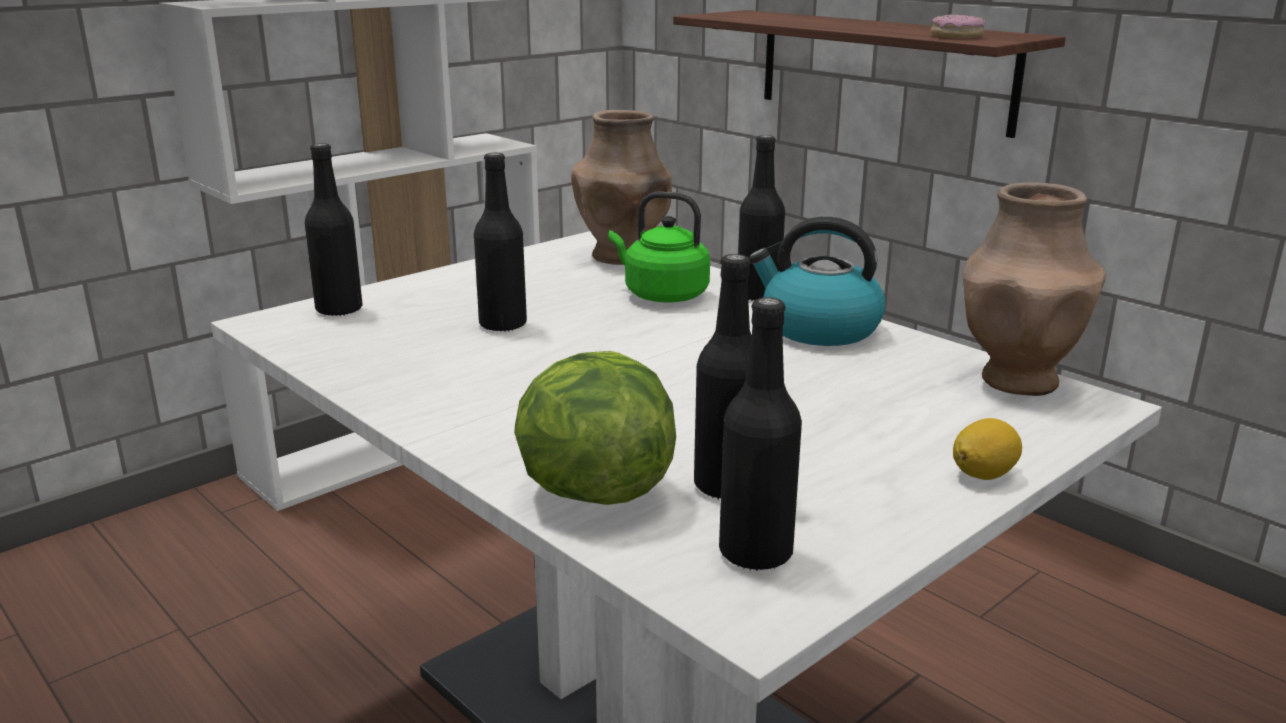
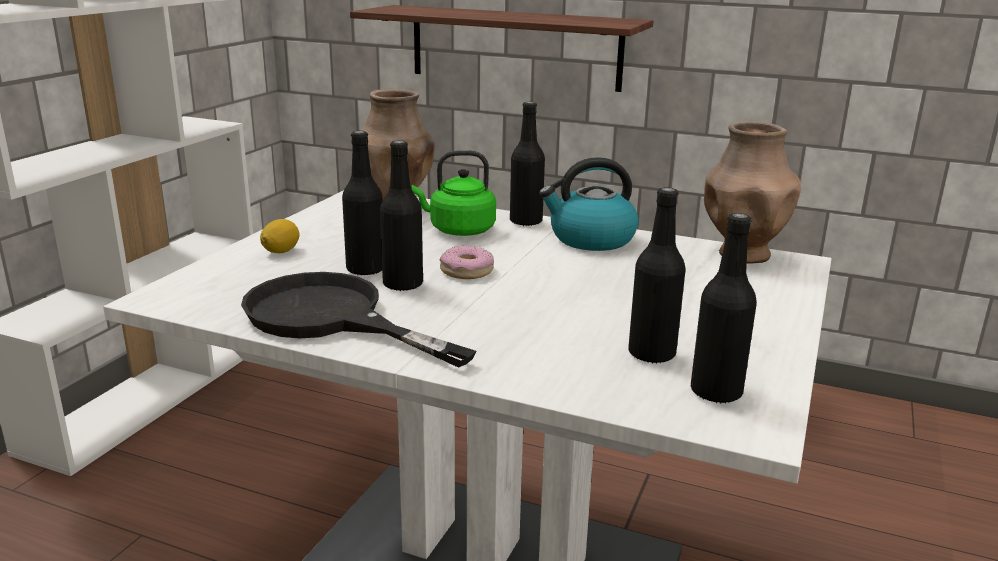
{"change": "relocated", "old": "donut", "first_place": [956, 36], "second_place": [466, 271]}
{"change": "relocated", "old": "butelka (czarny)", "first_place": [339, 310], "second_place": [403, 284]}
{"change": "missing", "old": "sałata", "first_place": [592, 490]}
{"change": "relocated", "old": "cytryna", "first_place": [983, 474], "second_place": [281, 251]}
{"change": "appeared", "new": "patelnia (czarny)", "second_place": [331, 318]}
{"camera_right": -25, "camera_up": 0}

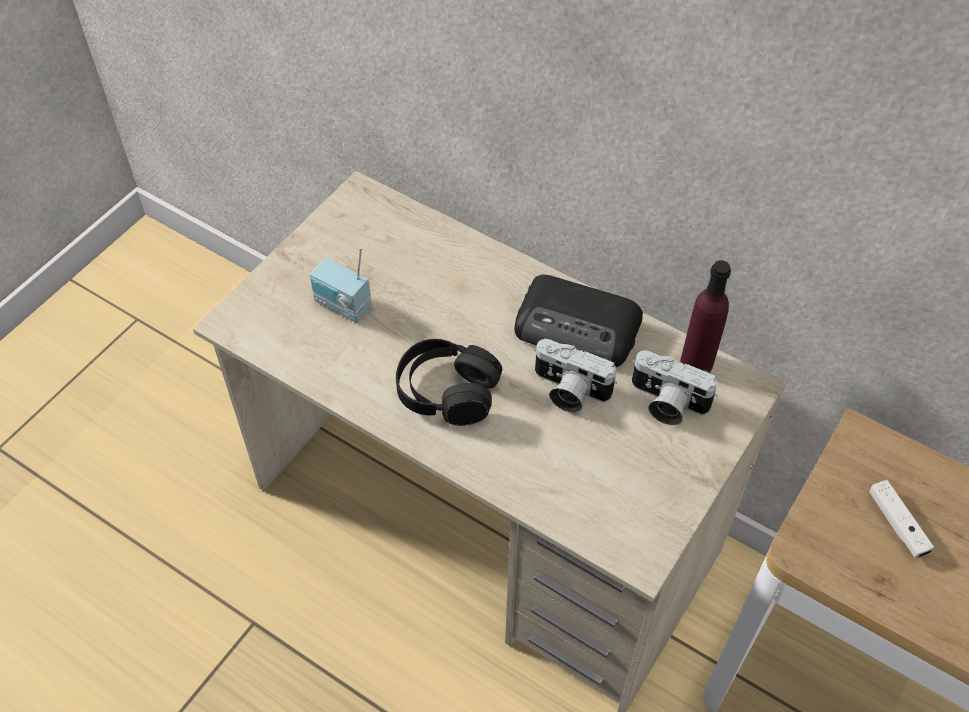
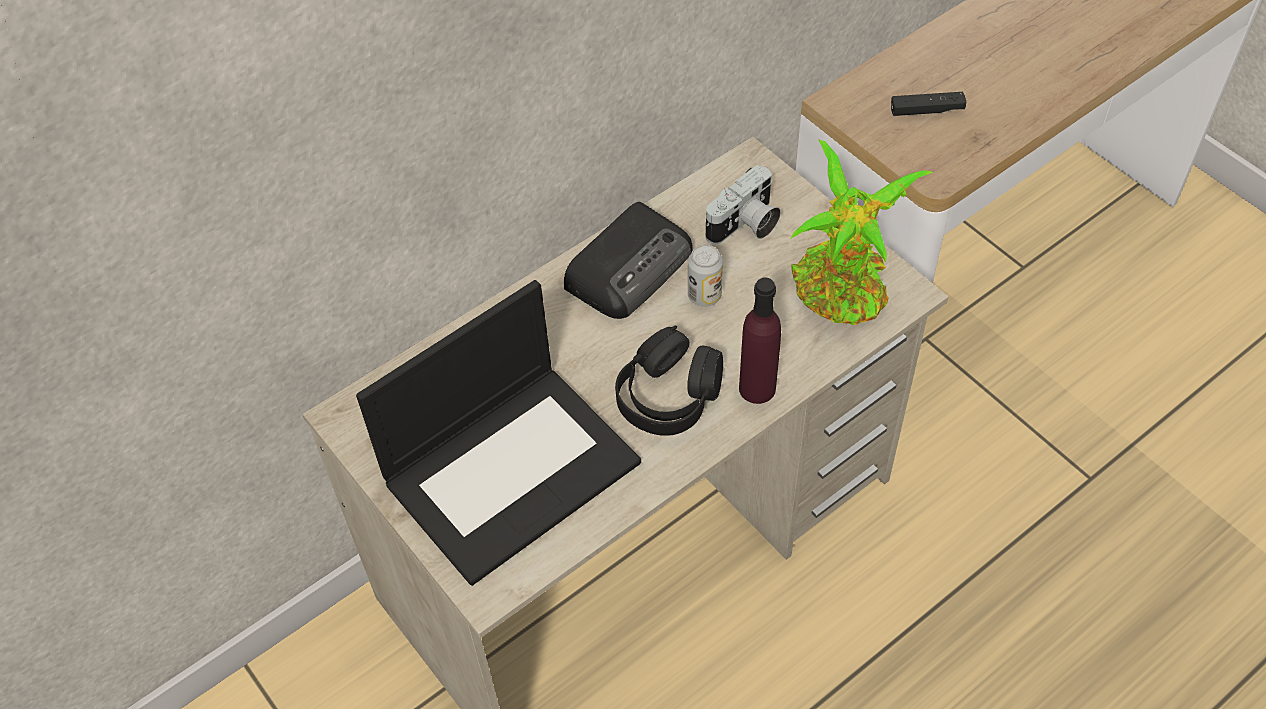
{"change": "exchanged", "old": "radio", "new": "laptop", "first_place": [342, 306], "second_place": [512, 469]}
{"change": "relocated", "old": "butelka (fioletowy)", "first_place": [696, 362], "second_place": [757, 388]}
{"change": "exchanged", "old": "aparat fotograficzny", "new": "puszka", "first_place": [568, 391], "second_place": [704, 295]}
{"change": "colour", "old": "pad do gier (biały)", "new": "pad do gier (czarny)", "first_place": [897, 524], "second_place": [926, 110]}
{"change": "appeared", "new": "roślina doniczkowa", "second_place": [842, 293]}
{"camera_right": -70, "camera_up": 0}

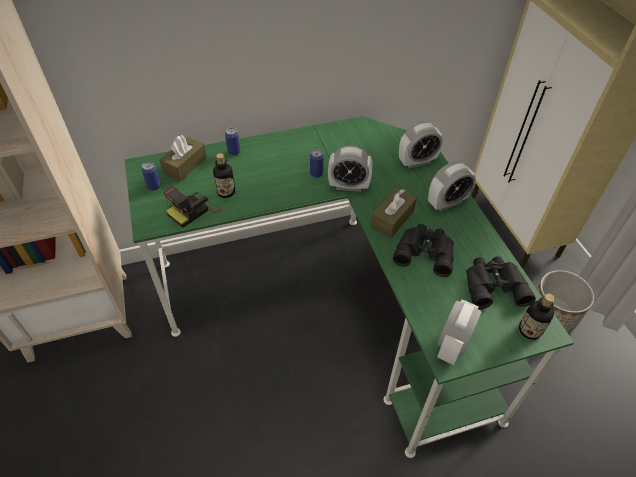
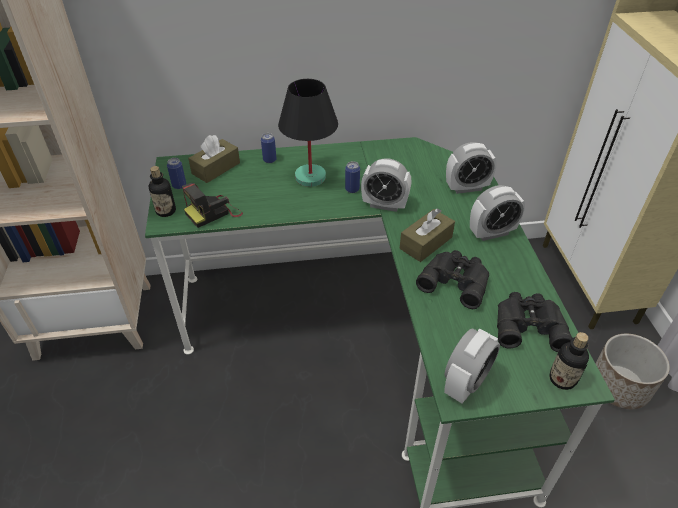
{"change": "relocated", "old": "butelka", "first_place": [226, 192], "second_place": [166, 211]}
{"change": "appeared", "new": "lampa stołowa (czarny)", "second_place": [309, 177]}
{"camera_right": 10, "camera_up": -5}

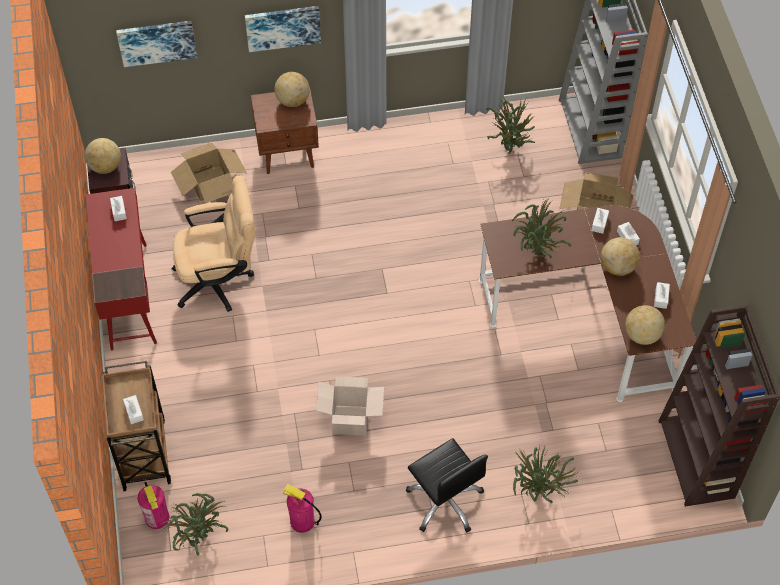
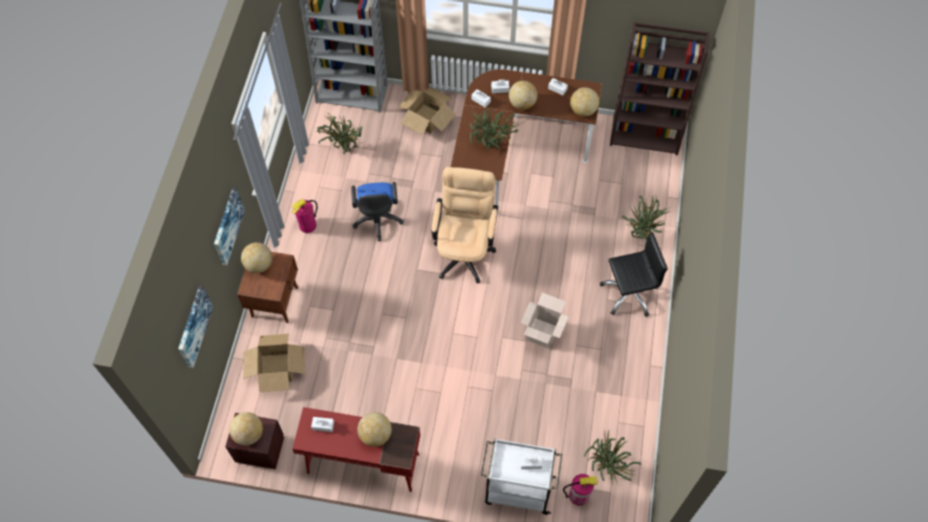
{"change": "relocated", "old": "krzesło biurowe (beżowy)", "first_place": [220, 280], "second_place": [464, 250]}
{"change": "colour", "old": "wózek (brązowy)", "new": "wózek (biały)", "first_place": [143, 452], "second_place": [517, 490]}
{"change": "relocated", "old": "gaśnica", "first_place": [302, 521], "second_place": [307, 225]}
{"change": "appeared", "new": "krzesło biurowe (niebieski)", "second_place": [377, 221]}
{"change": "appeared", "new": "globus", "second_place": [375, 435]}
{"camera_right": -70, "camera_up": 5}

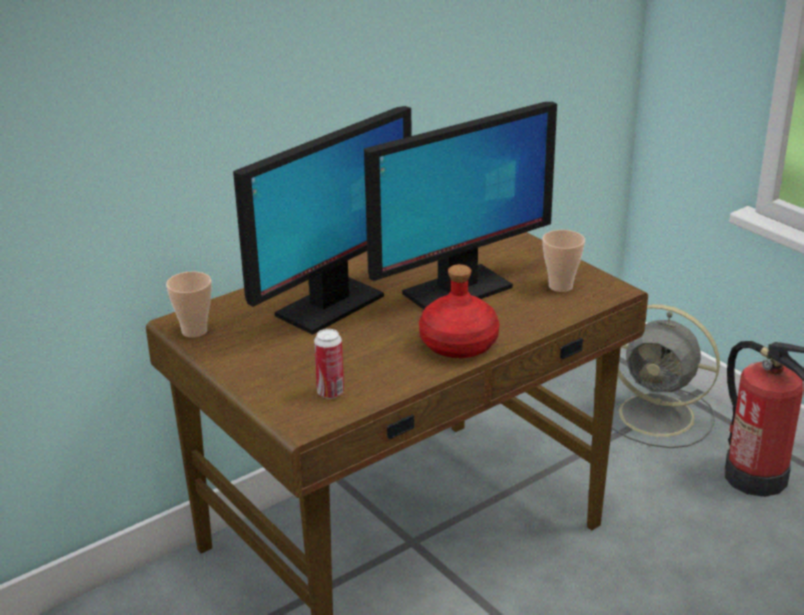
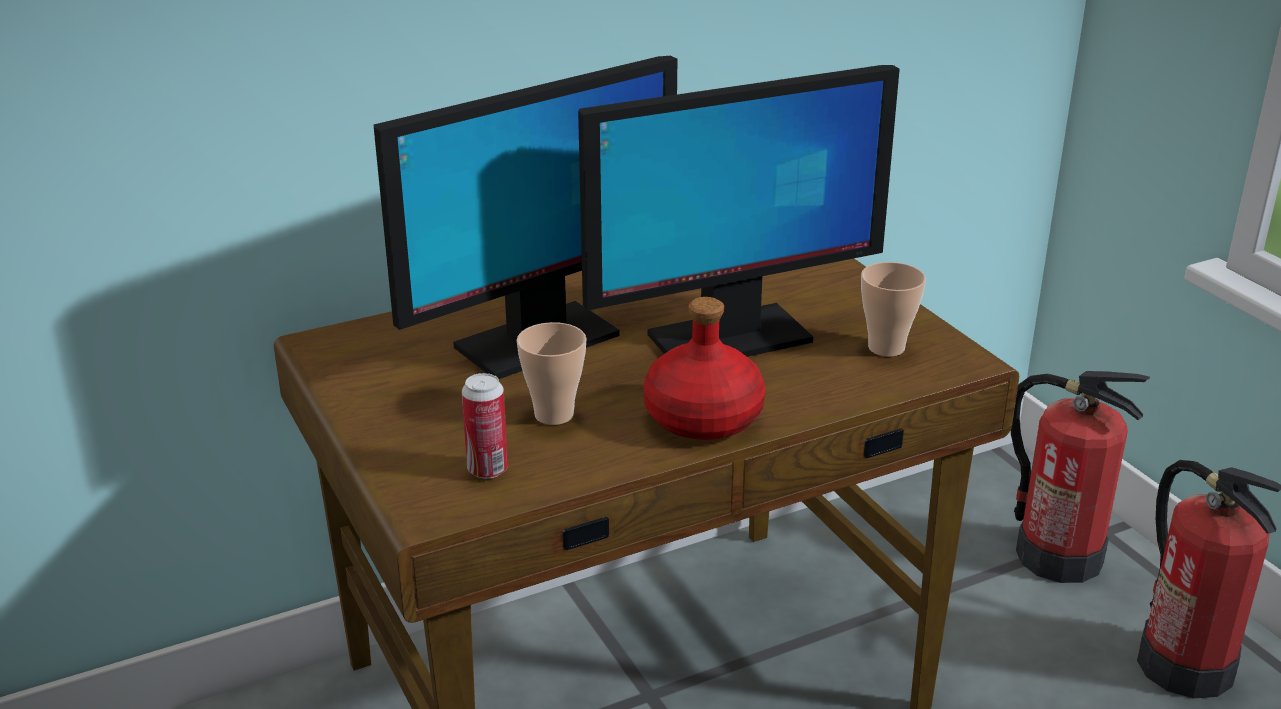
{"change": "relocated", "old": "filiżanka", "first_place": [194, 331], "second_place": [554, 414]}
{"change": "exchanged", "old": "wentylator (szary)", "new": "gaśnica", "first_place": [660, 416], "second_place": [1057, 555]}
{"camera_right": 10, "camera_up": 0}

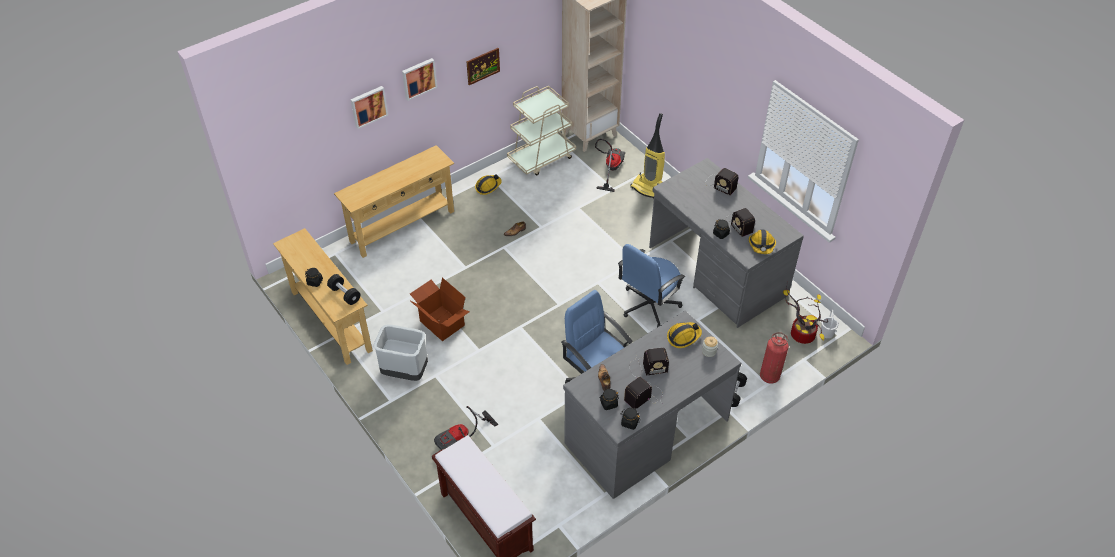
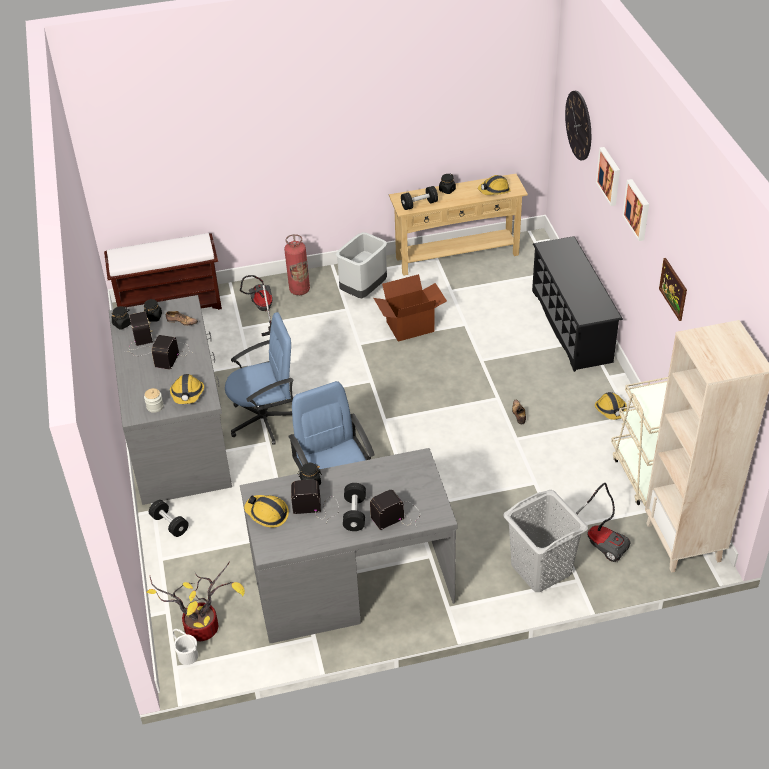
{"change": "exchanged", "old": "odkurzacz", "new": "kosz na pranie (szary)", "first_place": [649, 188], "second_place": [540, 569]}
{"change": "exchanged", "old": "stolik konsolowy (beżowy)", "new": "regał na buty (czarny)", "first_place": [402, 226], "second_place": [571, 326]}
{"change": "relocated", "old": "gaśnica", "first_place": [769, 376], "second_place": [299, 290]}
{"change": "appeared", "new": "zegar ścienny", "second_place": [579, 125]}
{"change": "appeared", "new": "kask", "second_place": [494, 191]}
{"change": "appeared", "new": "hantel (czarny)", "second_place": [354, 513]}
{"camera_right": 115, "camera_up": -5}

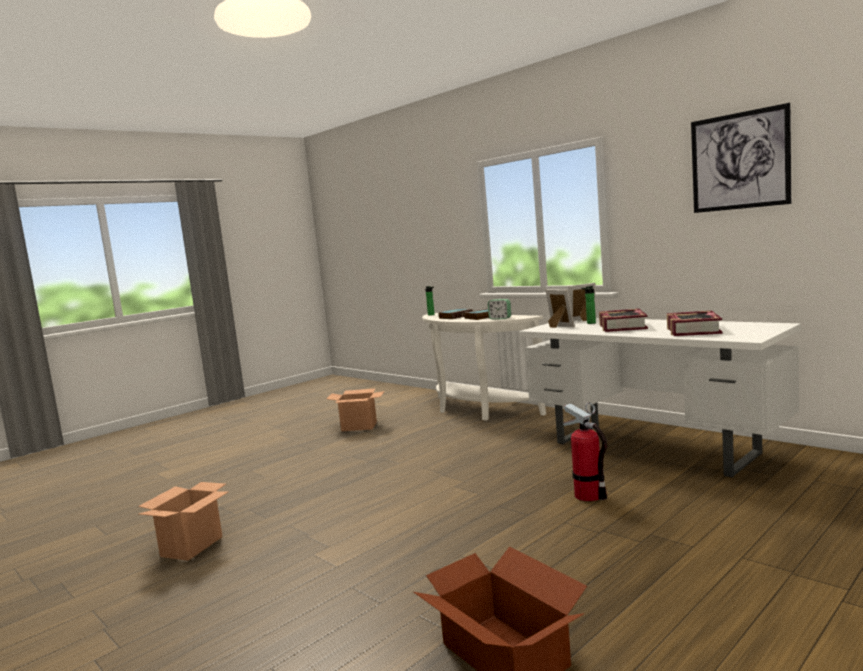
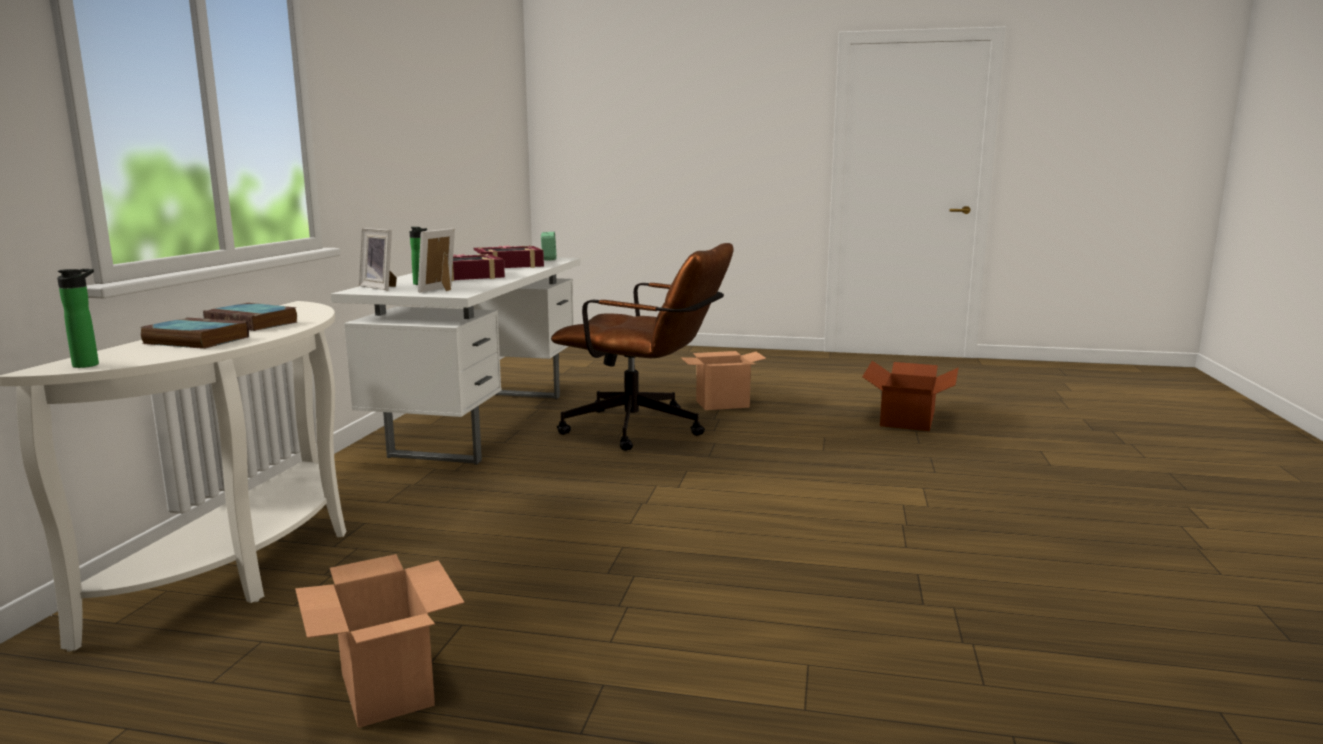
{"change": "missing", "old": "obraz", "first_place": [739, 161]}
{"change": "relocated", "old": "budzik", "first_place": [500, 318], "second_place": [549, 259]}
{"change": "exchanged", "old": "gaśnica", "new": "krzesło biurowe (brązowy)", "first_place": [588, 495], "second_place": [645, 430]}
{"change": "relocated", "old": "karton", "first_place": [192, 546], "second_place": [722, 404]}
{"camera_right": -125, "camera_up": 5}

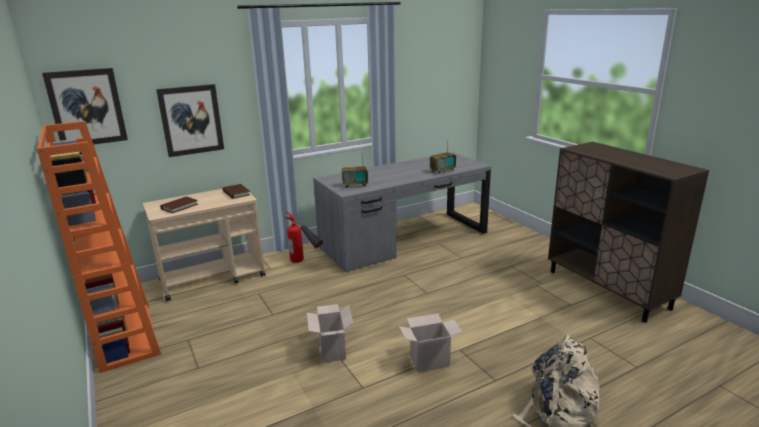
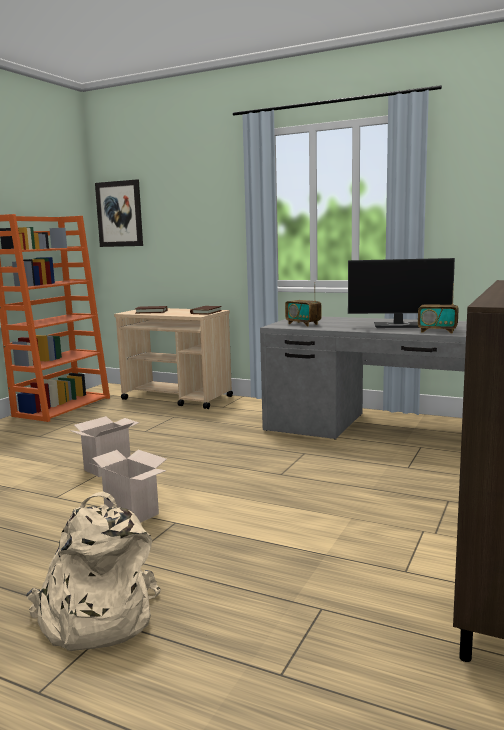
{"change": "missing", "old": "obraz", "first_place": [191, 120]}
{"change": "missing", "old": "gaśnica", "first_place": [305, 263]}
{"change": "appeared", "new": "monitor", "second_place": [399, 325]}
{"camera_right": 55, "camera_up": -10}

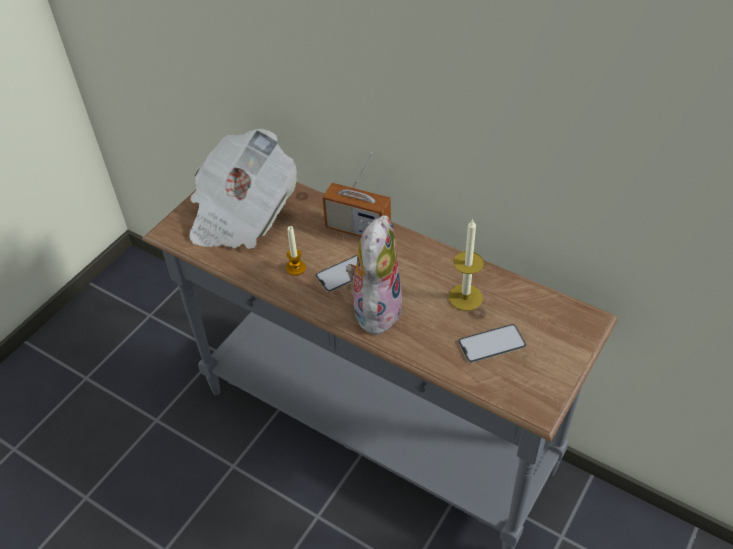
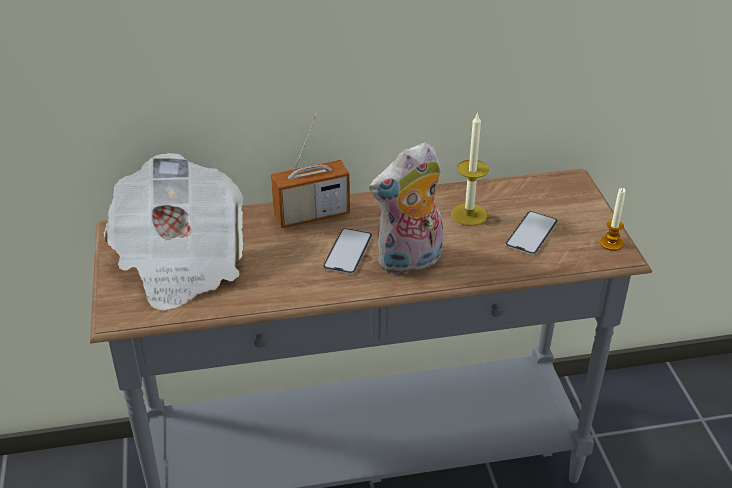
{"change": "spun", "old": "pluszak", "first_place": [375, 308], "second_place": [409, 262], "degrees": -90}
{"change": "relocated", "old": "świeca", "first_place": [296, 268], "second_place": [611, 243]}
{"camera_right": -45, "camera_up": -10}

